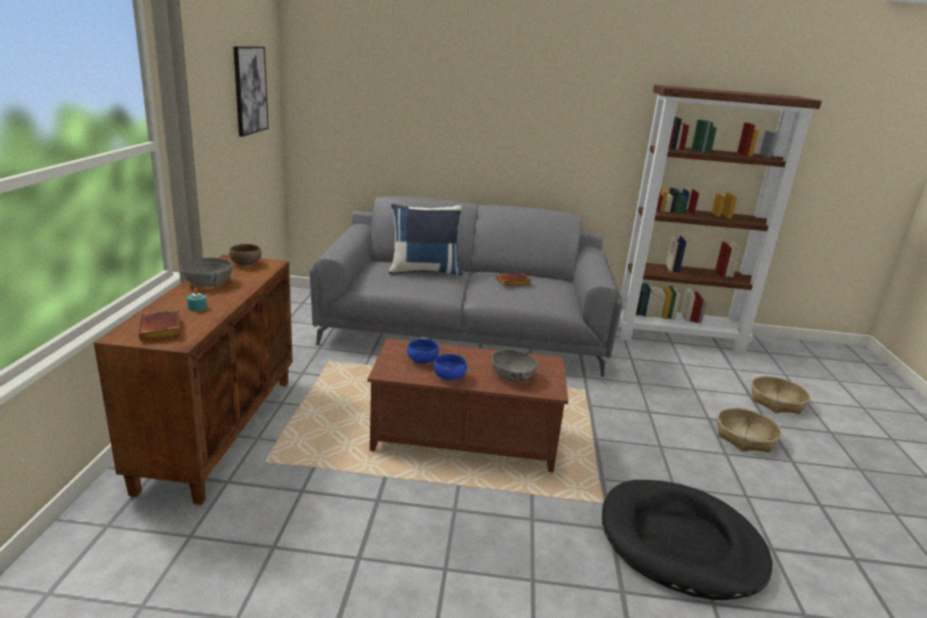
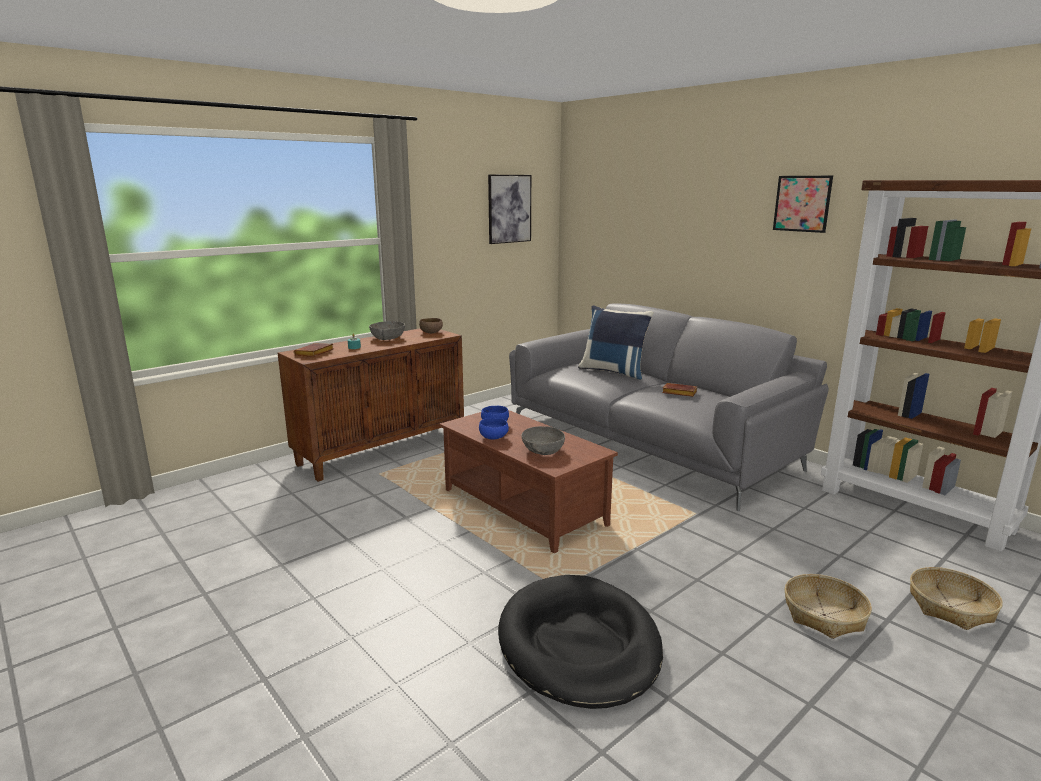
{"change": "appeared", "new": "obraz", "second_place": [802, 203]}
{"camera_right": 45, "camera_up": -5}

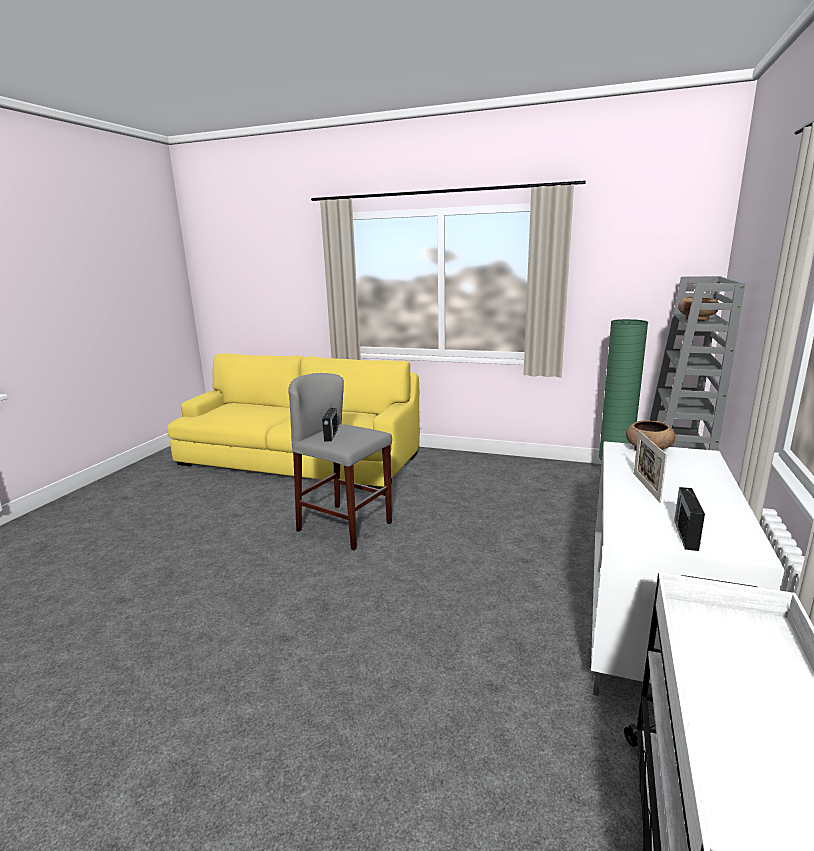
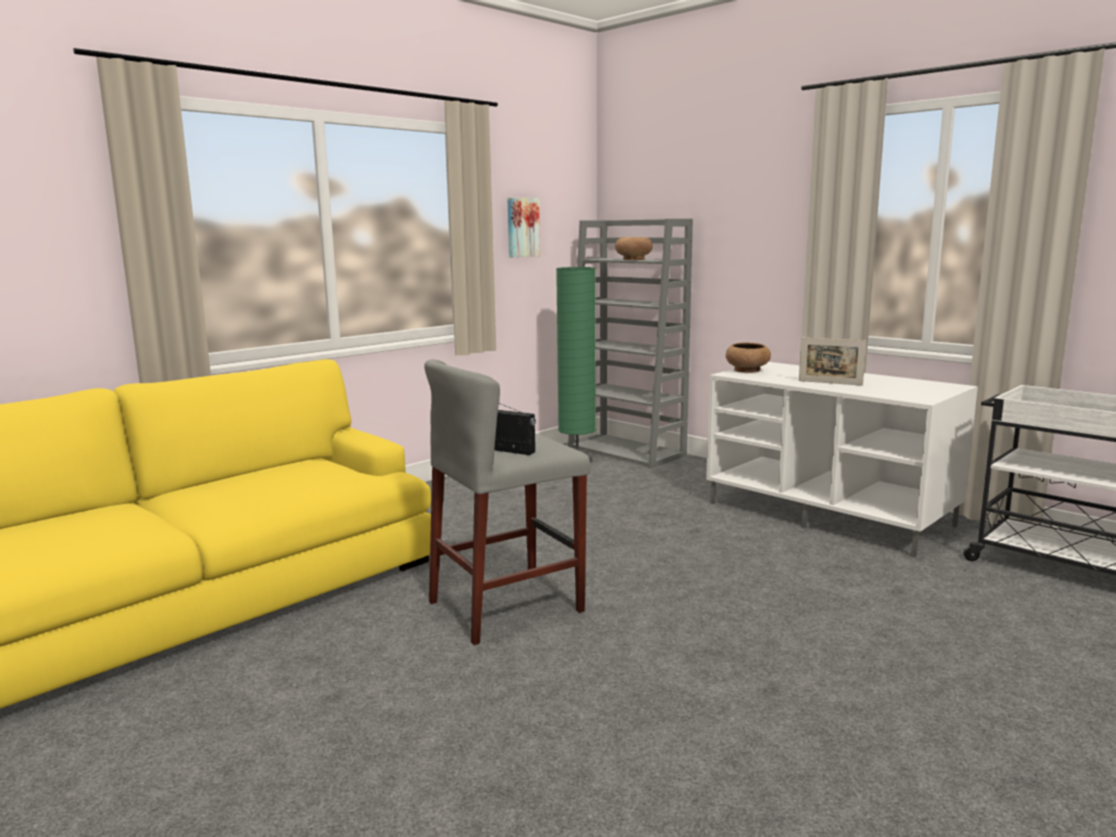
{"change": "missing", "old": "radio", "first_place": [686, 534]}
{"change": "appeared", "new": "obraz", "second_place": [522, 227]}
{"camera_right": -65, "camera_up": -5}

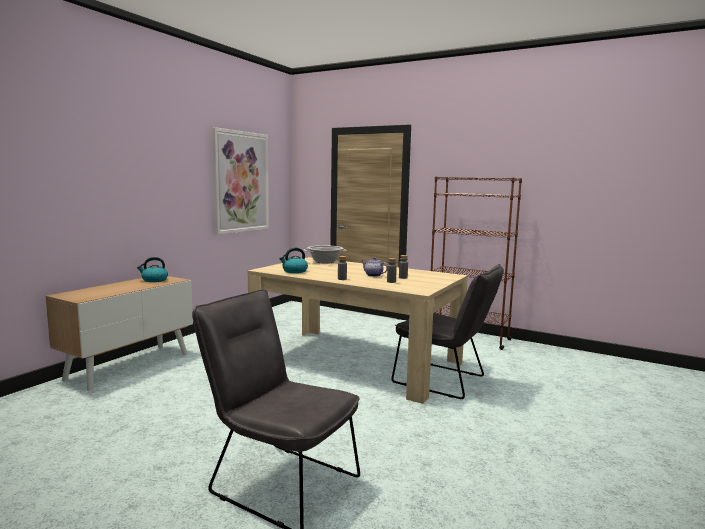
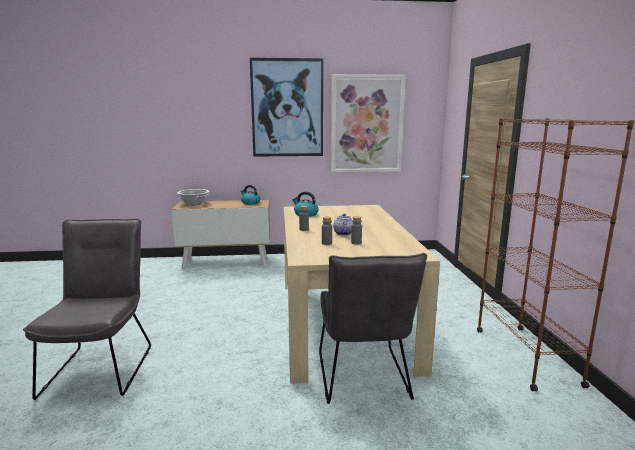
{"change": "relocated", "old": "garnek", "first_place": [325, 262], "second_place": [194, 203]}
{"change": "appeared", "new": "obraz", "second_place": [287, 108]}
{"camera_right": 55, "camera_up": 5}

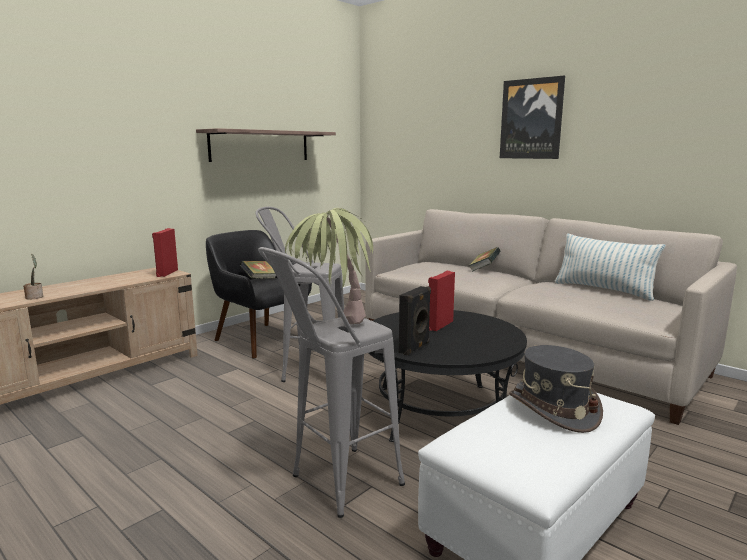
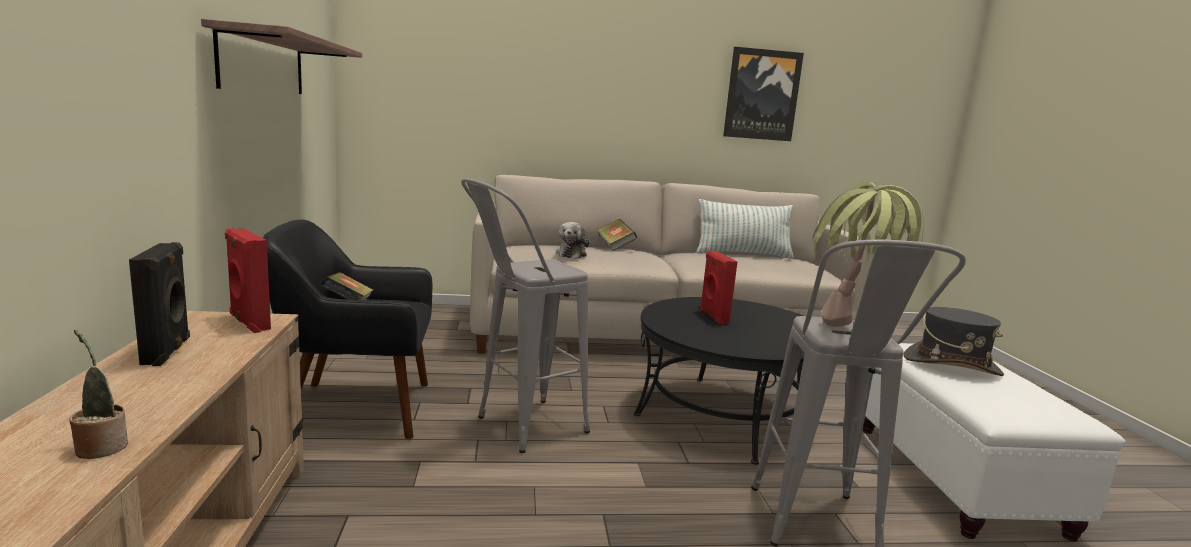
{"change": "relocated", "old": "obraz", "first_place": [531, 119], "second_place": [762, 95]}
{"change": "relocated", "old": "głośnik (czarny)", "first_place": [415, 348], "second_place": [168, 351]}
{"change": "appeared", "new": "pluszak", "second_place": [572, 254]}
{"camera_right": -50, "camera_up": 0}

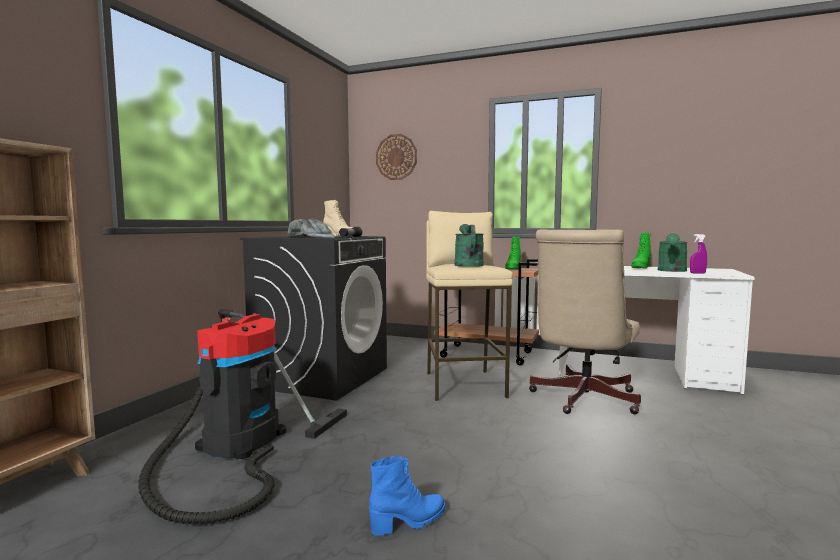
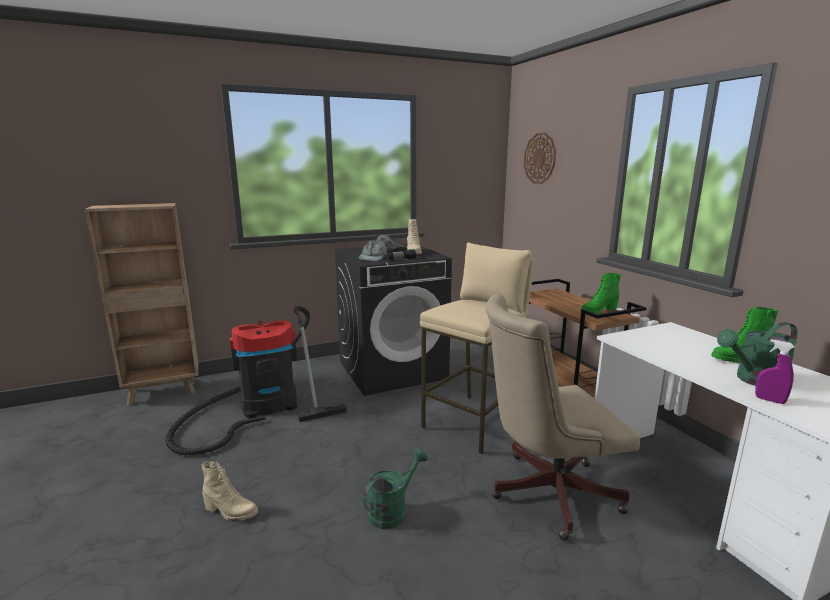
{"change": "relocated", "old": "konewka (zielony)", "first_place": [467, 265], "second_place": [392, 510]}
{"change": "colour", "old": "but z cholewką (niebieski)", "new": "but z cholewką (beżowy)", "first_place": [409, 522], "second_place": [230, 512]}
{"camera_right": 45, "camera_up": 10}

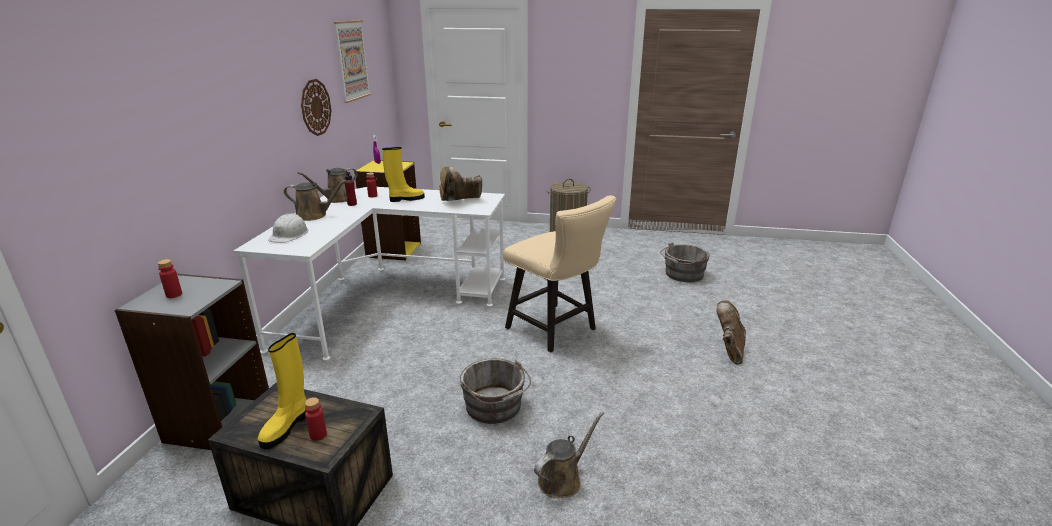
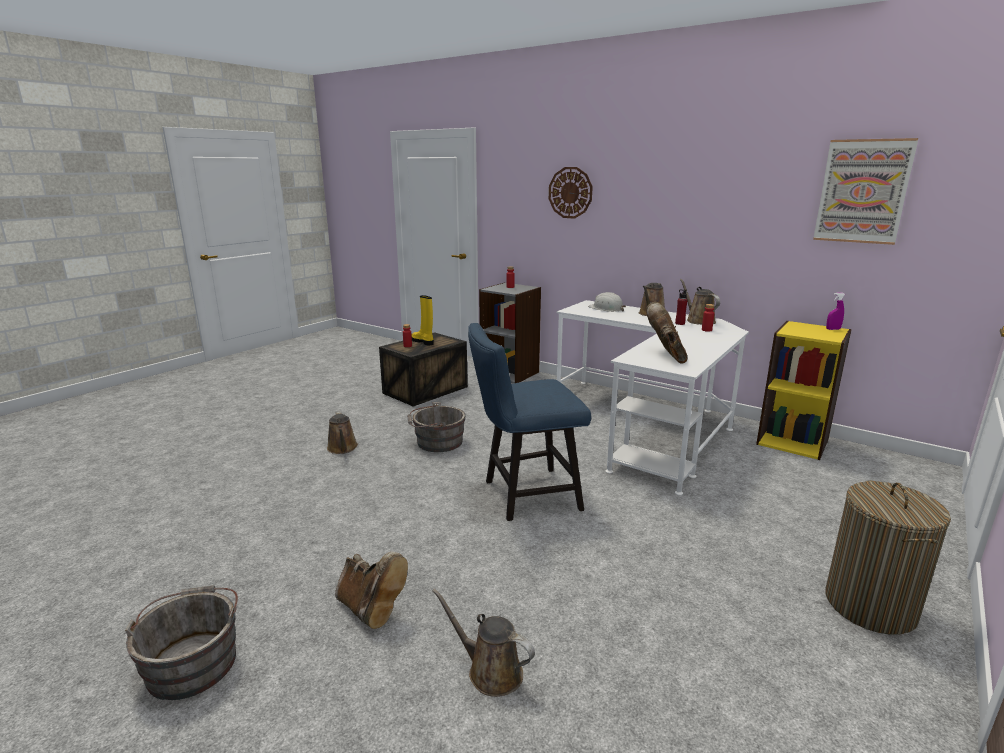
{"change": "relocated", "old": "zegar ścienny", "first_place": [315, 107], "second_place": [570, 192]}
{"change": "missing", "old": "but z cholewką (żółty)", "first_place": [406, 199]}
{"change": "colour", "old": "krzesło (beżowy)", "new": "krzesło (niebieski)", "first_place": [556, 330], "second_place": [524, 496]}
{"change": "relocated", "old": "wiadro (szary)", "first_place": [682, 274], "second_place": [193, 661]}
{"change": "appeared", "new": "konewka (brązowy)", "second_place": [490, 671]}
{"camera_right": 115, "camera_up": -5}

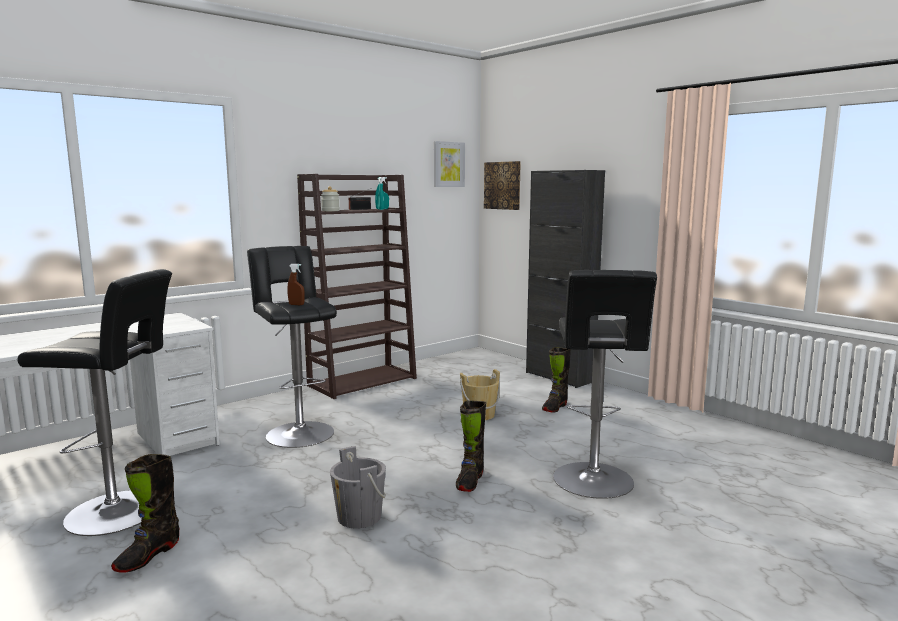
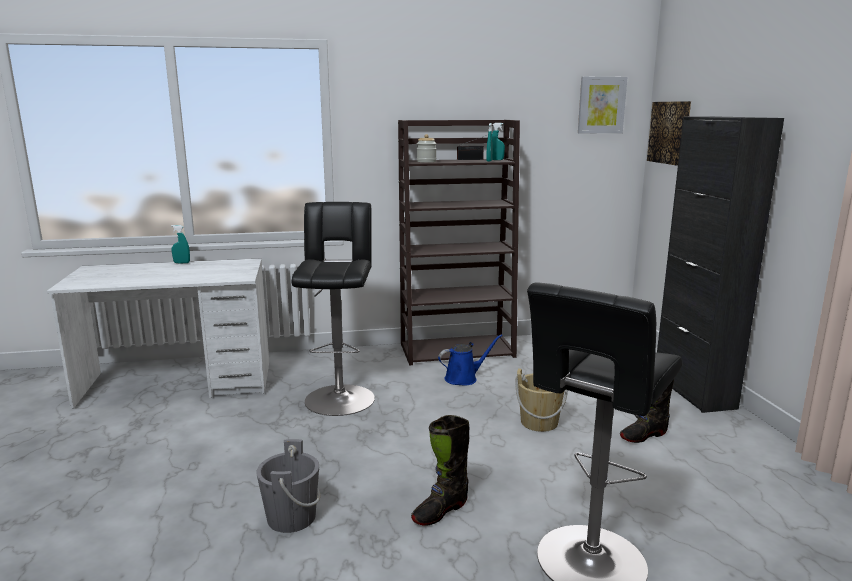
{"change": "missing", "old": "spryskiwacz (brązowy)", "first_place": [296, 305]}
{"change": "missing", "old": "stołek (czarny)", "first_place": [120, 512]}
{"change": "missing", "old": "but z cholewką (czarny)", "first_place": [147, 556]}
{"change": "appeared", "new": "spryskiwacz (turkusowy)", "second_place": [182, 263]}
{"change": "appeared", "new": "konewka (niebieski)", "second_place": [464, 378]}
{"camera_right": 30, "camera_up": 5}

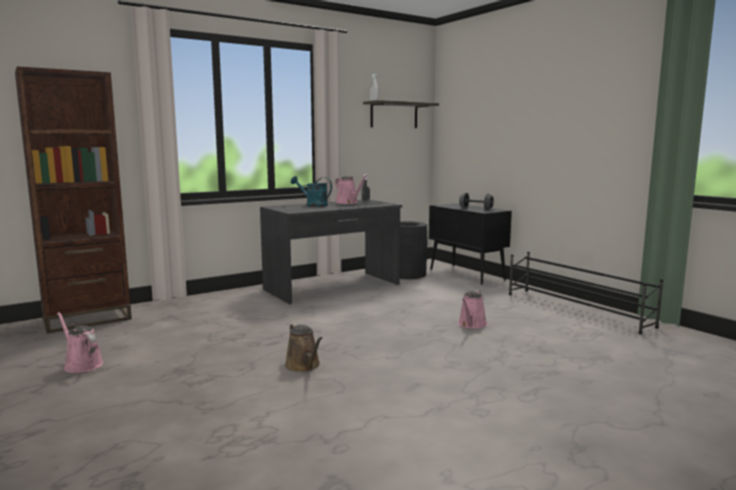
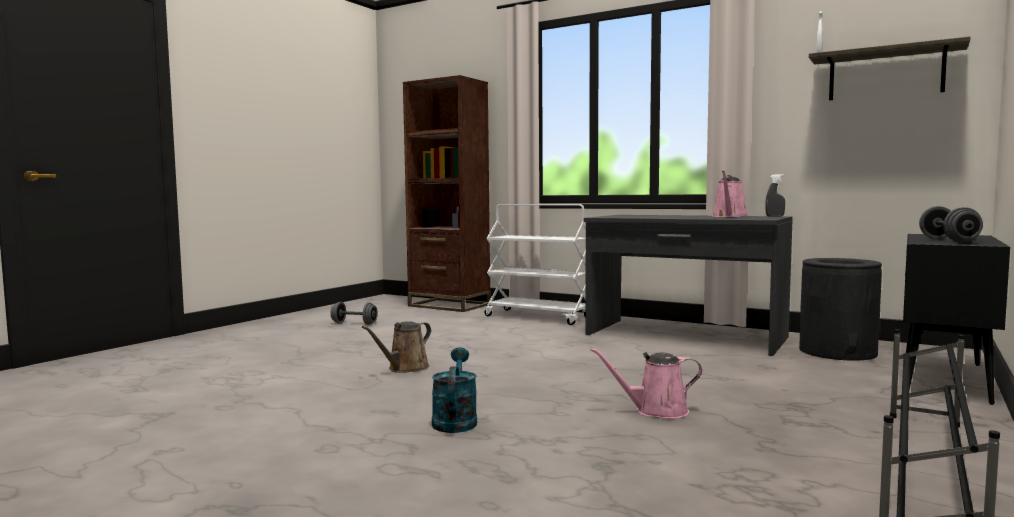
{"change": "relocated", "old": "konewka (turkusowy)", "first_place": [313, 205], "second_place": [455, 420]}
{"change": "exchanged", "old": "konewka (różowy)", "new": "hantel (szary)", "first_place": [82, 365], "second_place": [354, 323]}
{"change": "appeared", "new": "wózek (biały)", "second_place": [539, 317]}
{"camera_right": 65, "camera_up": -5}

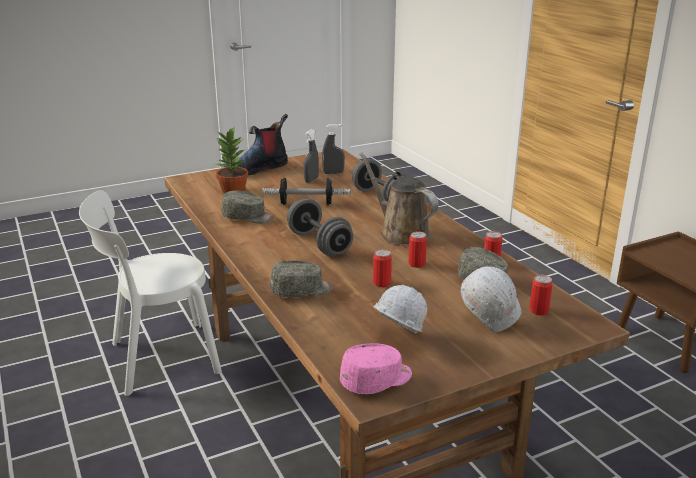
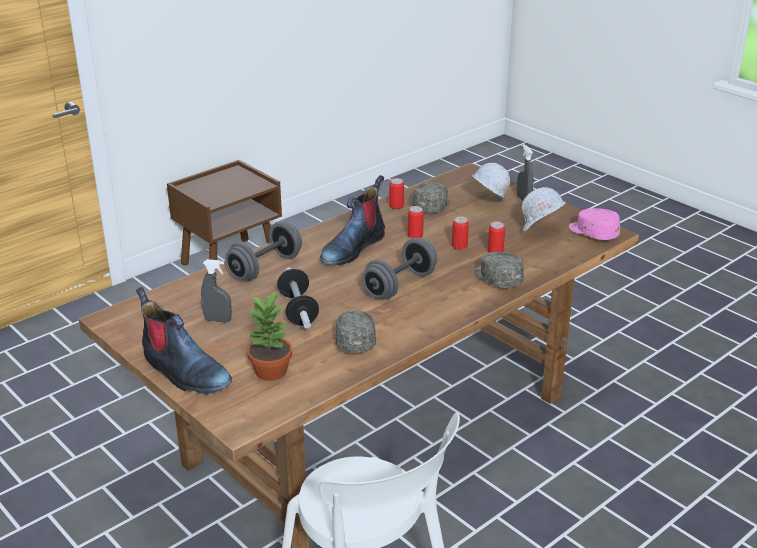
{"change": "relocated", "old": "spryskiwacz (szary)", "first_place": [333, 173], "second_place": [523, 199]}
{"change": "exchanged", "old": "konewka (brązowy)", "new": "but z cholewką", "first_place": [401, 232], "second_place": [353, 248]}
{"change": "relocated", "old": "puszka", "first_place": [538, 310], "second_place": [495, 251]}
{"camera_right": -105, "camera_up": 5}

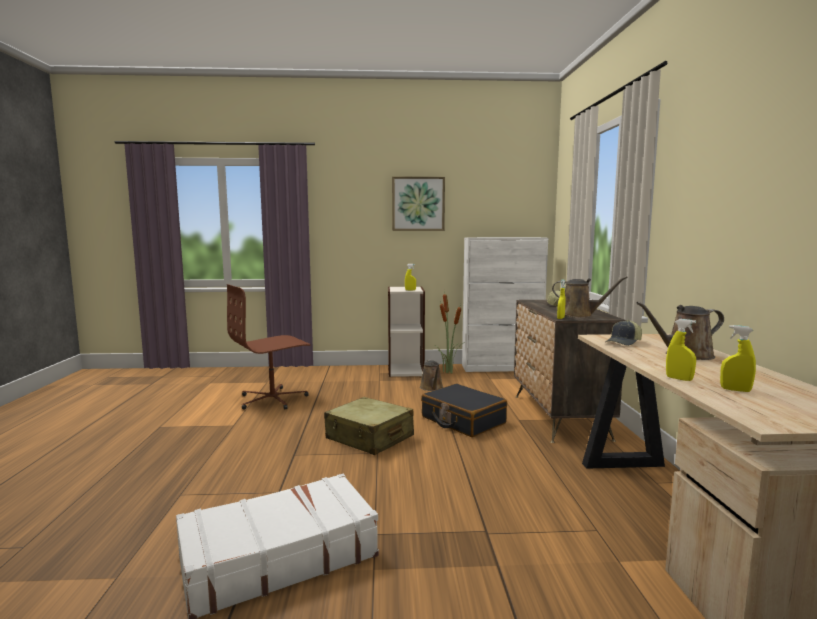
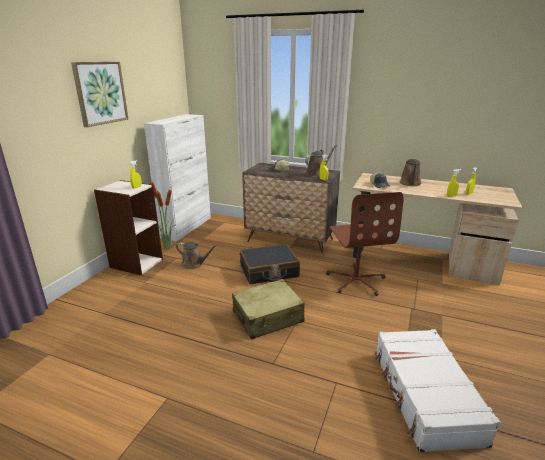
{"change": "relocated", "old": "krzesło biurowe (brązowy)", "first_place": [273, 399], "second_place": [356, 280]}
{"camera_right": -65, "camera_up": 15}

